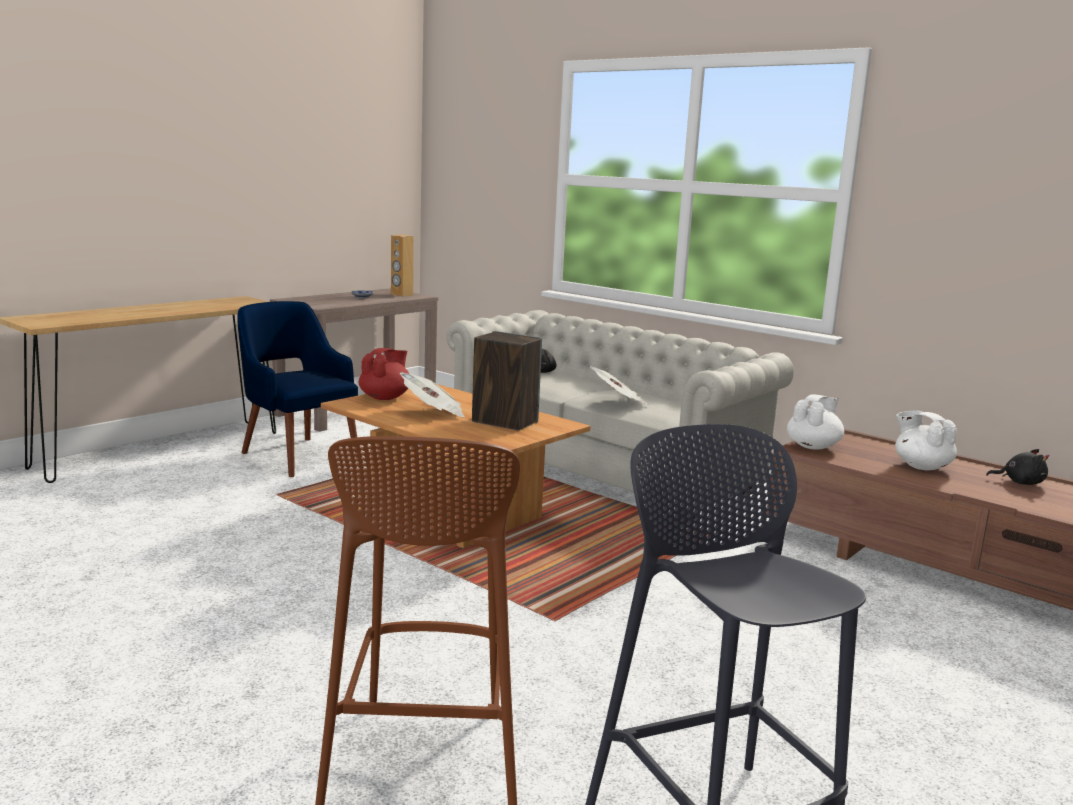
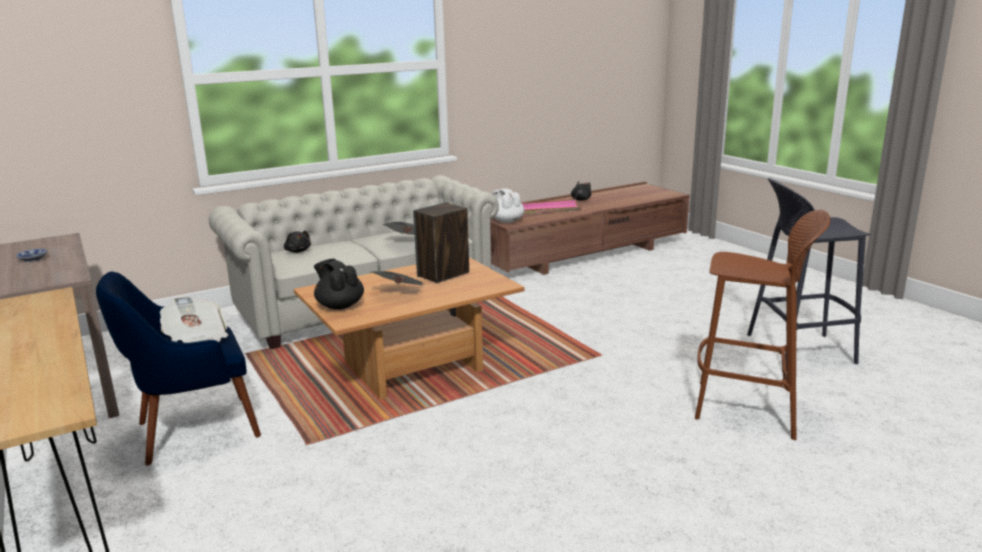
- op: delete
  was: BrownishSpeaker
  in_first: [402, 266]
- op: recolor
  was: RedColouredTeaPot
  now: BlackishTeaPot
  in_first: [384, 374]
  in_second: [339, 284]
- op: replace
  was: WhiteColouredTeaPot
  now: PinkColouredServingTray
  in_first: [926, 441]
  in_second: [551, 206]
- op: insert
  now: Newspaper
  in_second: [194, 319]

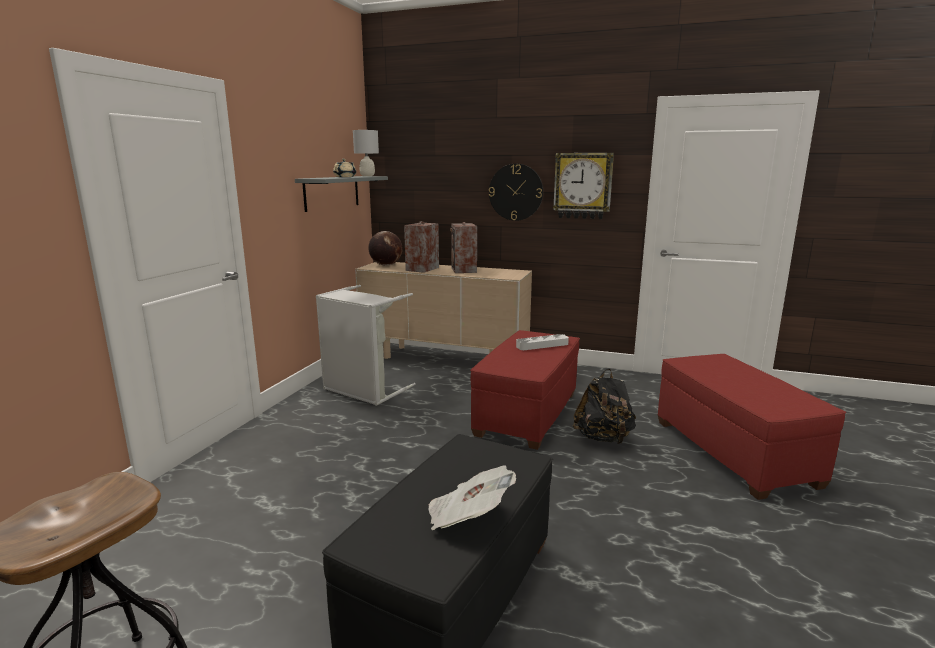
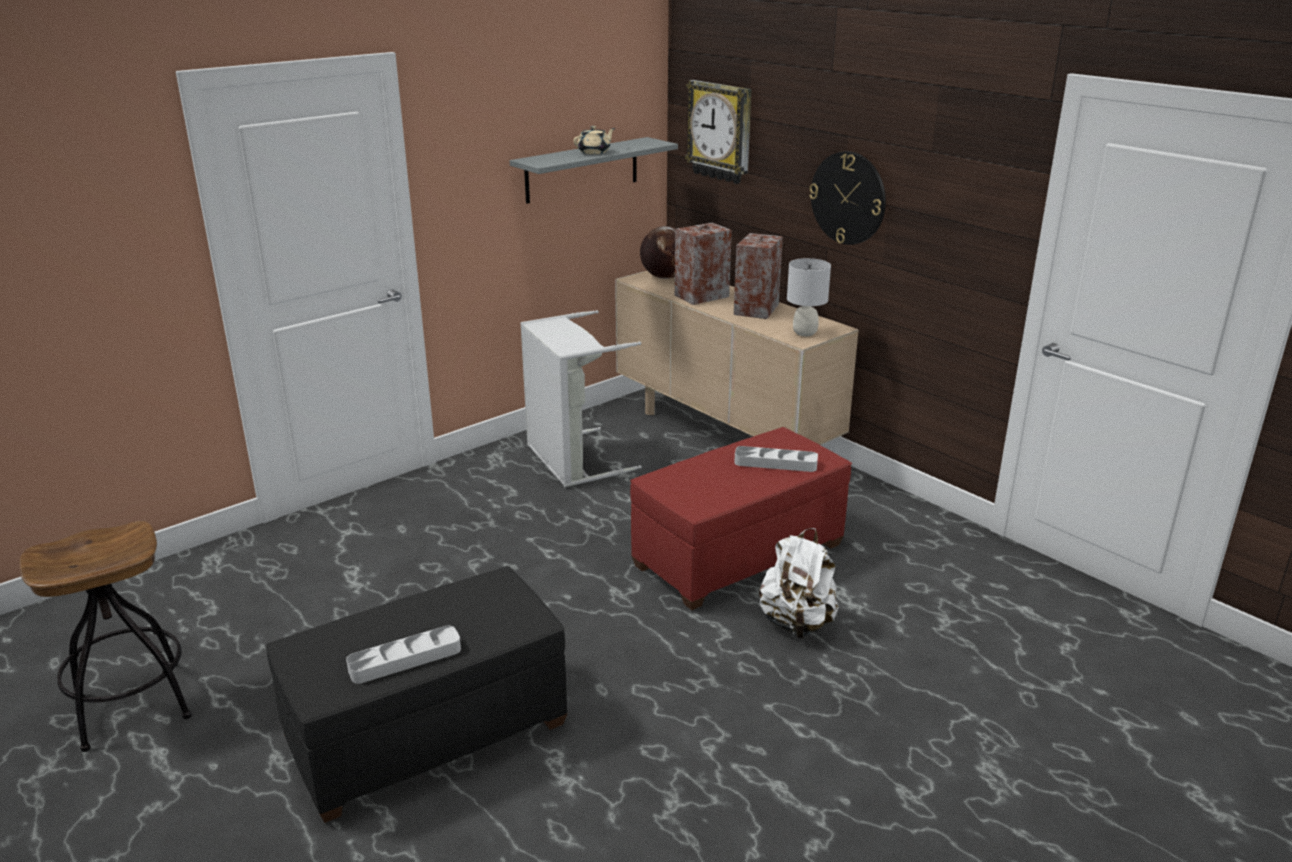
- op: move
  was: GrayLampForATable
  in_first: [366, 153]
  in_second: [809, 297]
- op: move
  was: ClockOnTheWall
  in_first: [583, 186]
  in_second: [718, 132]
- op: delete
  was: RedColouredPouffe
  in_first: [752, 427]
- op: recolor
  was: BlackishRucksack
  now: WhiteColouredRucksack
  in_first: [604, 406]
  in_second: [799, 583]
- op: replace
  was: Newspaper
  now: GrayServingTray
  in_first: [472, 498]
  in_second: [403, 655]

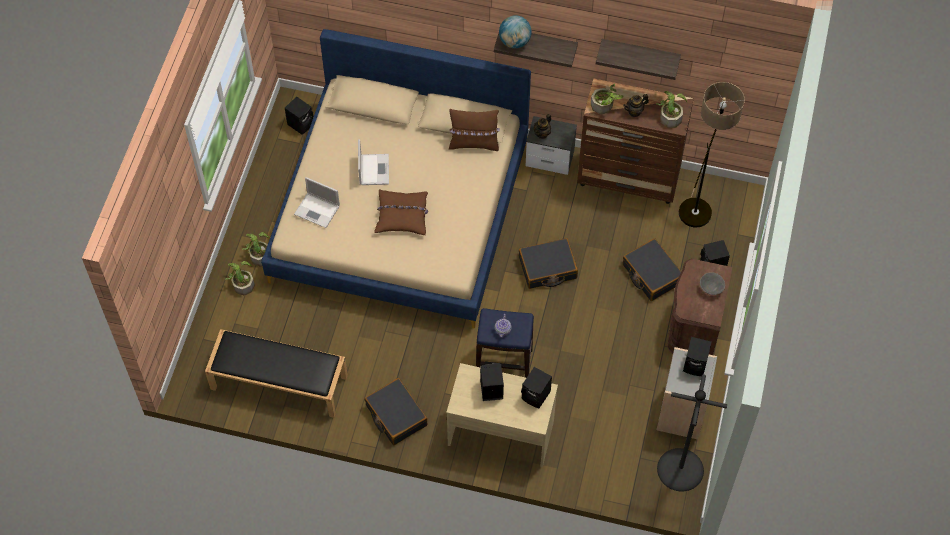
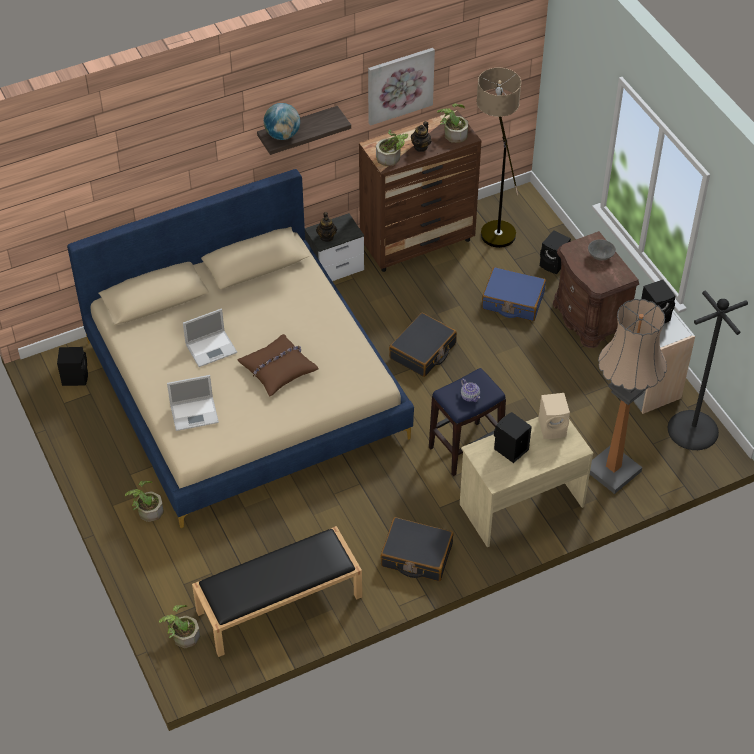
- op: replace
  was: Shelf
  now: WallPicture
  in_first: [638, 59]
  in_second: [401, 87]
- op: delete
  was: BrownishCushion
  in_first: [474, 130]
- op: rotate
  was: Laptop
  in_first: [373, 162]
  in_second: [210, 338]
  clockwise: 105
- op: recolor
  was: BlackishPieceOfLuggage
  now: BlueColouredPieceOfLuggage
  in_first: [652, 269]
  in_second: [514, 294]
- op: move
  was: Houseplant
  in_first: [240, 278]
  in_second: [179, 626]
- op: recolor
  was: BlackishSpeaker
  now: BeigeSpeaker
  in_first: [536, 387]
  in_second: [554, 416]
- op: insert
  now: StandardLamp
  in_second: [628, 396]

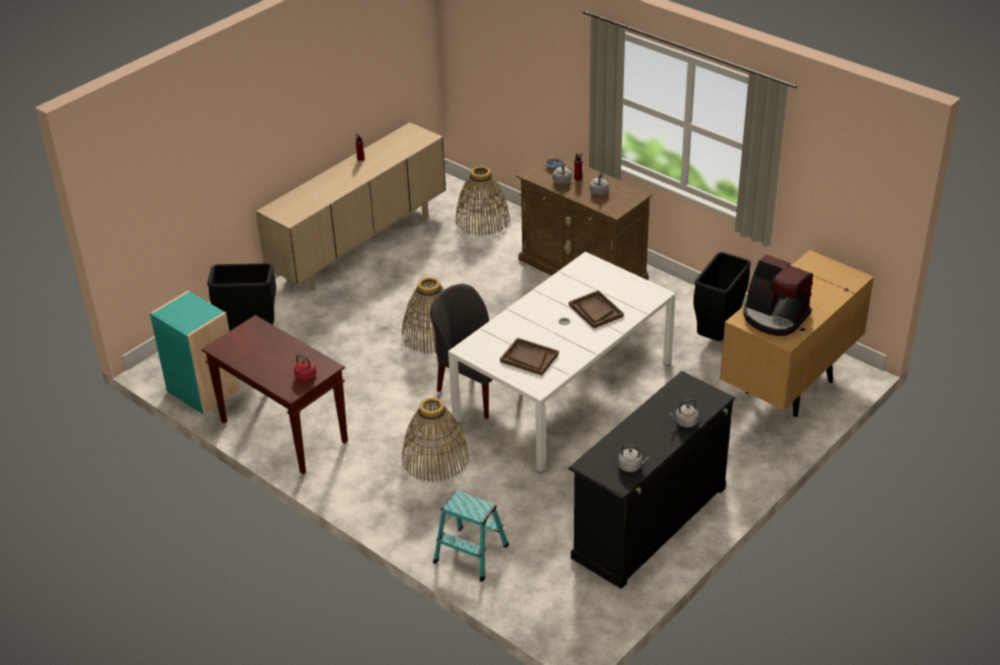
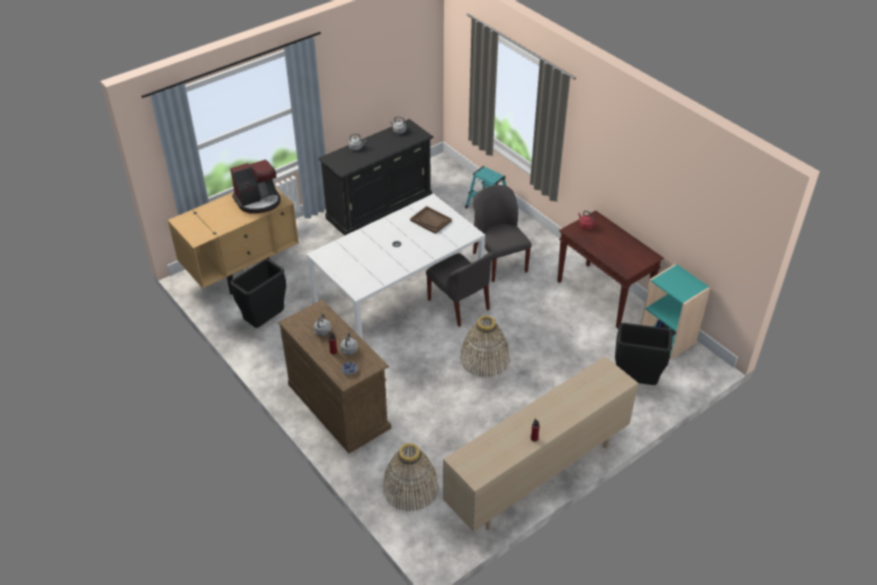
- op: rotate
  was: CoffeeMachine
  in_first: [778, 295]
  in_second: [255, 186]
  clockwise: 105
- op: delete
  was: BrownishServingTray
  in_first: [596, 309]
- op: replace
  was: StorageBasket
  now: GrayUprightChair
  in_first: [435, 440]
  in_second: [502, 233]

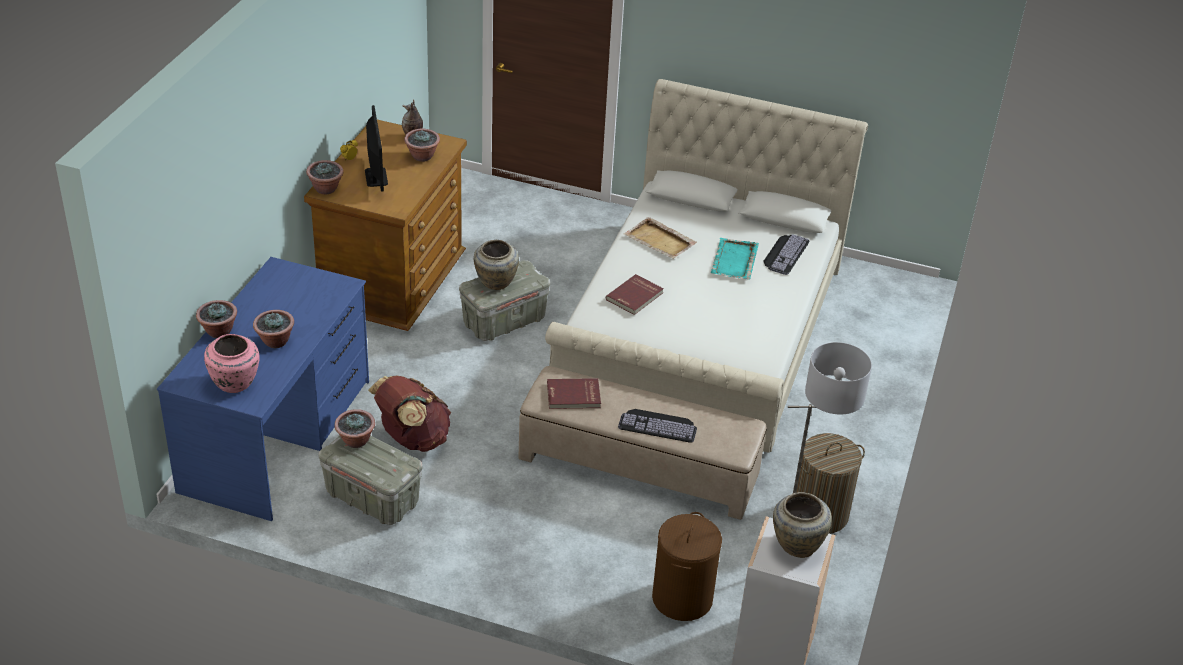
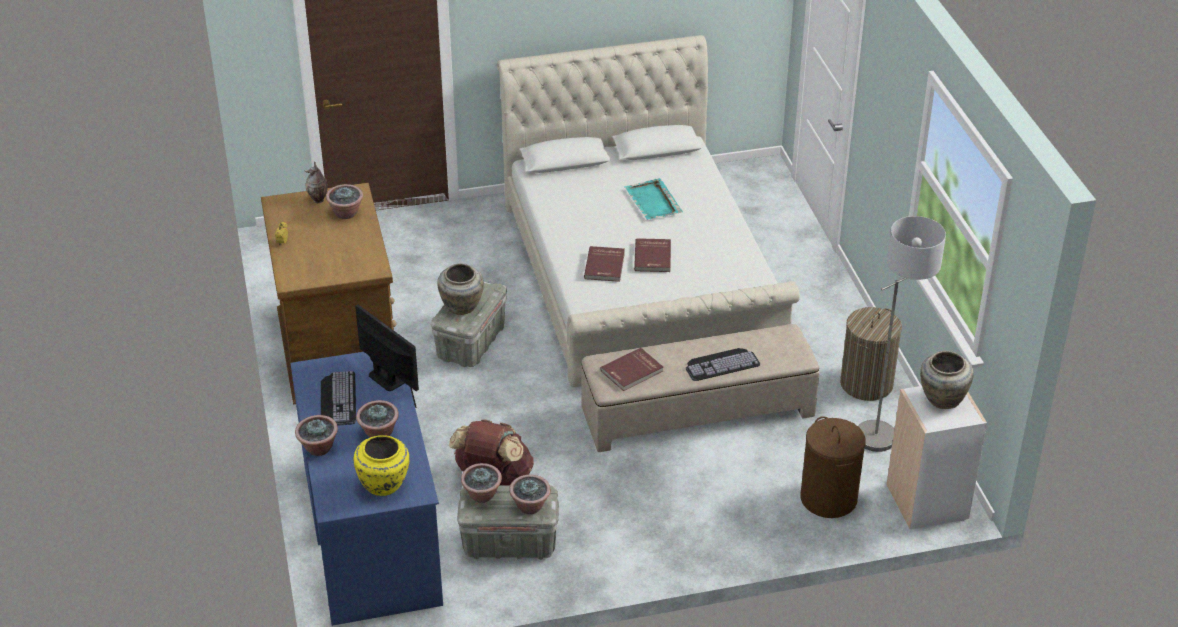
- op: move
  was: ComputerDisplay
  in_first: [376, 148]
  in_second: [387, 347]
- op: move
  was: Houseplant
  in_first: [325, 177]
  in_second: [530, 494]
- op: delete
  was: BeigeServingTray
  in_first: [660, 238]
- op: move
  was: ComputerKeyboard
  in_first: [786, 254]
  in_second: [338, 398]
- op: recolor
  was: PinkColouredFlowerVase
  now: YellowishFlowerVase
  in_first: [232, 363]
  in_second: [382, 465]
- op: insert
  now: RedColouredVolume
  in_second: [652, 255]

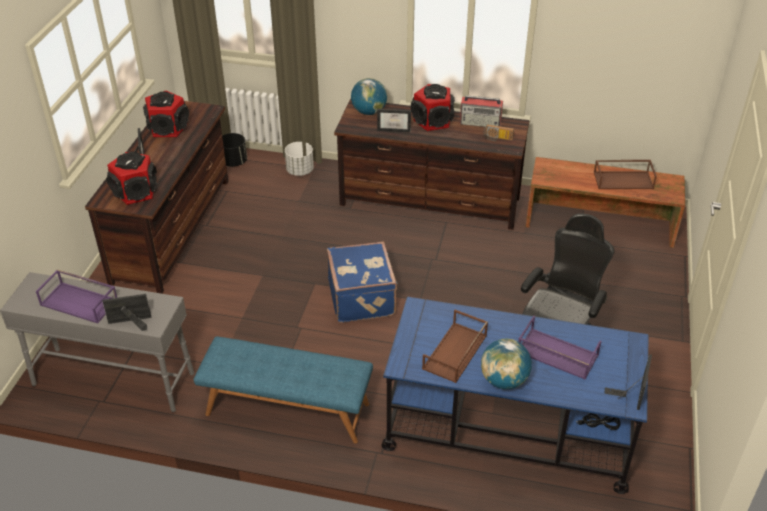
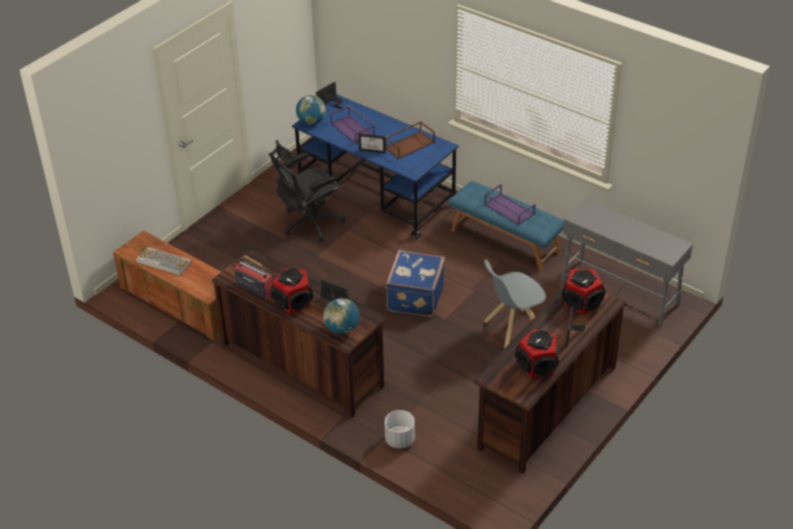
- op: delete
  was: BlackishPlantPot
  in_first: [234, 150]
- op: replace
  was: BrownishServingTray
  now: ComputerKeyboard
  in_first: [625, 174]
  in_second: [164, 261]
- op: move
  was: PurpleServingTray
  in_first: [76, 296]
  in_second: [509, 204]
- op: move
  was: StandingFrame
  in_first: [126, 312]
  in_second: [372, 143]
- op: move
  was: WorldGlobe
  in_first: [506, 364]
  in_second: [311, 110]
- op: insert
  now: GrayUprightChair
  in_second: [515, 303]

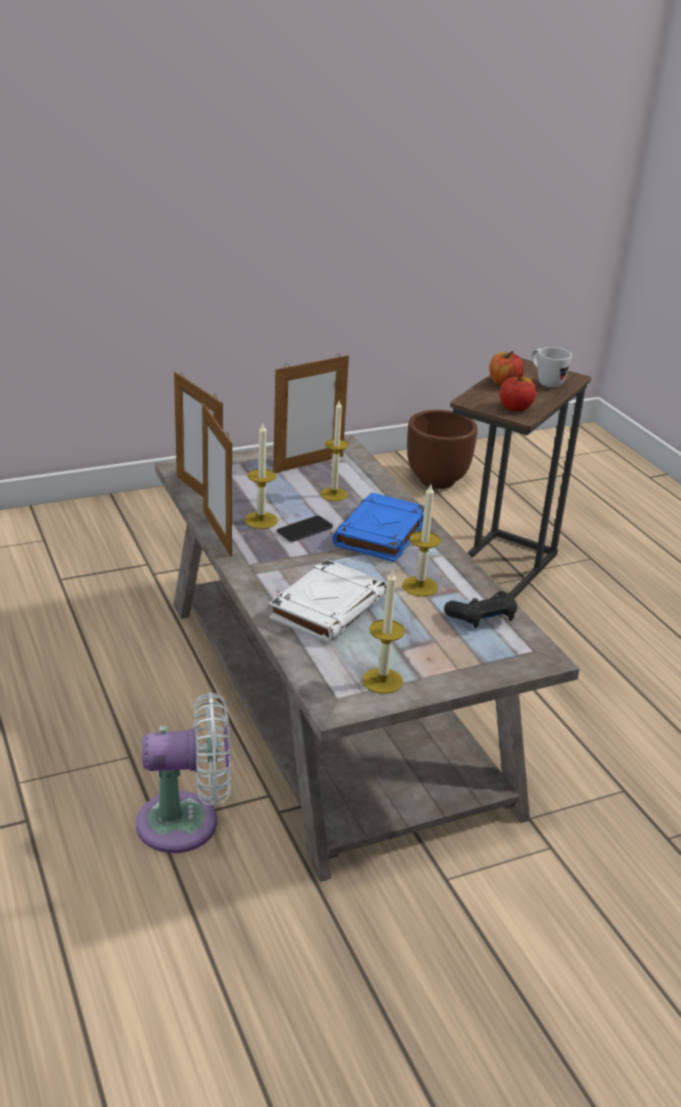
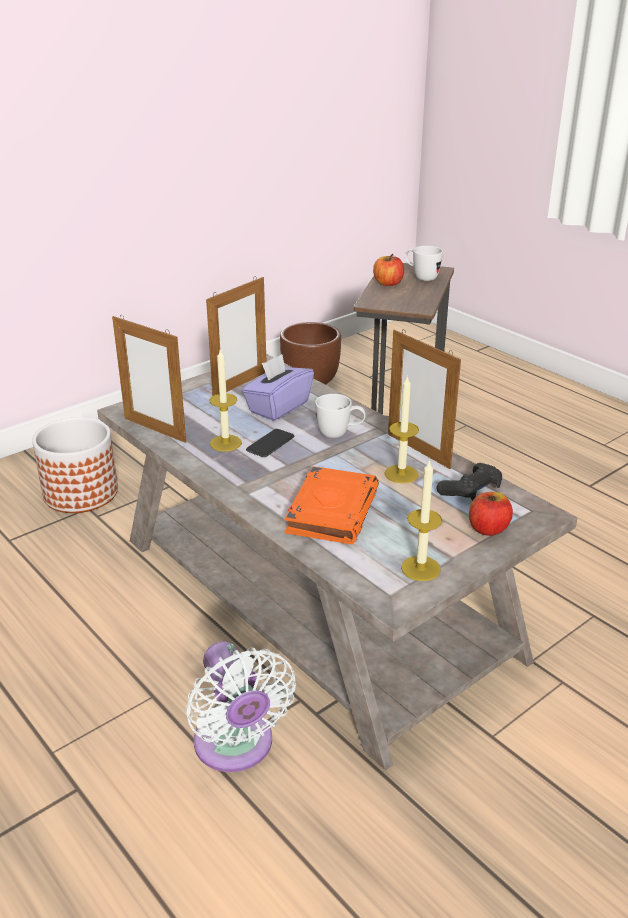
- op: move
  was: WholeApple
  in_first: [518, 394]
  in_second: [491, 514]
- op: replace
  was: WaxCandle
  now: PurpleTissueBox
  in_first: [334, 451]
  in_second: [278, 387]
- op: move
  was: StandingFrame
  in_first: [217, 480]
  in_second: [424, 399]
- op: replace
  was: BlueColouredVolume
  now: WhiteColouredMug
  in_first: [378, 527]
  in_second: [340, 416]
- op: recolor
  was: WhiteColouredVolume
  now: OrangeColouredVolume
  in_first: [327, 601]
  in_second: [332, 505]
- op: rotate
  was: WhiteColouredFan
  in_first: [183, 772]
  in_second: [240, 706]
  clockwise: 90
- op: insert
  now: PlantPot
  in_second: [75, 465]

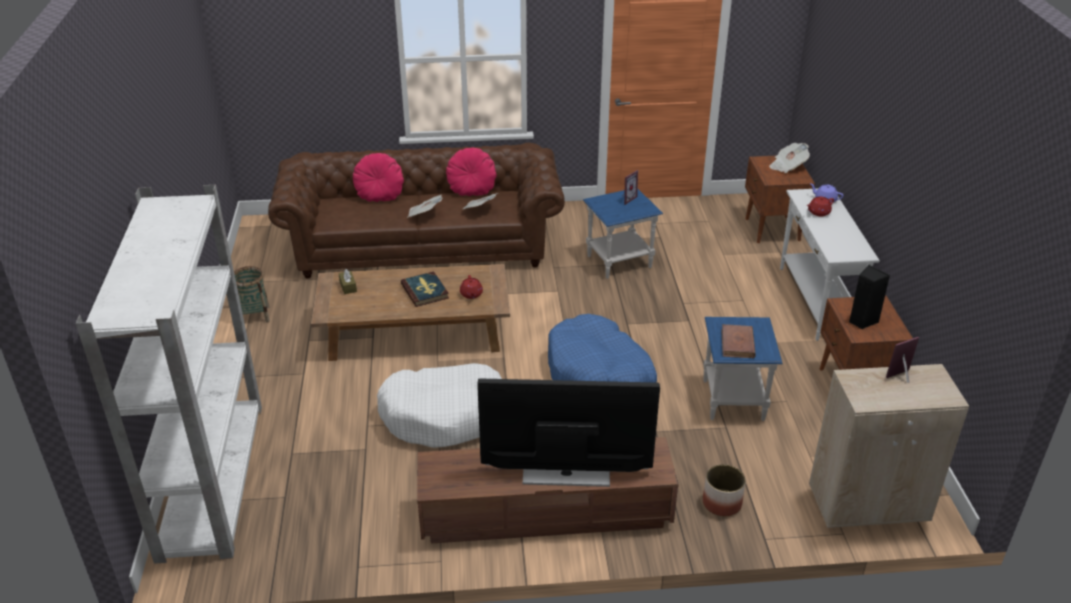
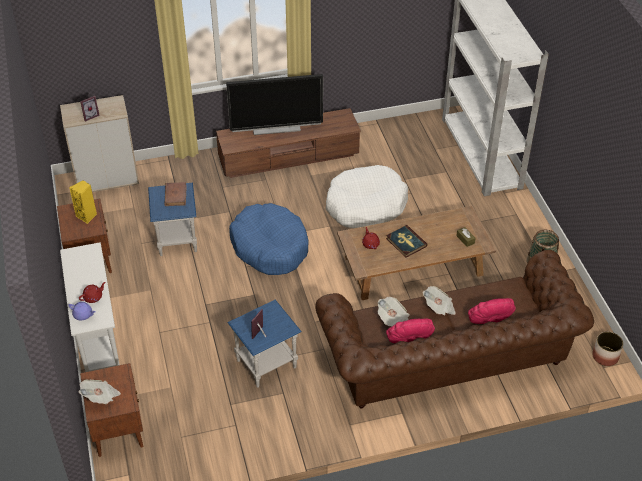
- op: recolor
  was: BlackishSpeaker
  now: YellowishSpeaker
  in_first: [869, 297]
  in_second: [83, 202]
- op: move
  was: PlantPot
  in_first: [724, 490]
  in_second: [607, 349]

